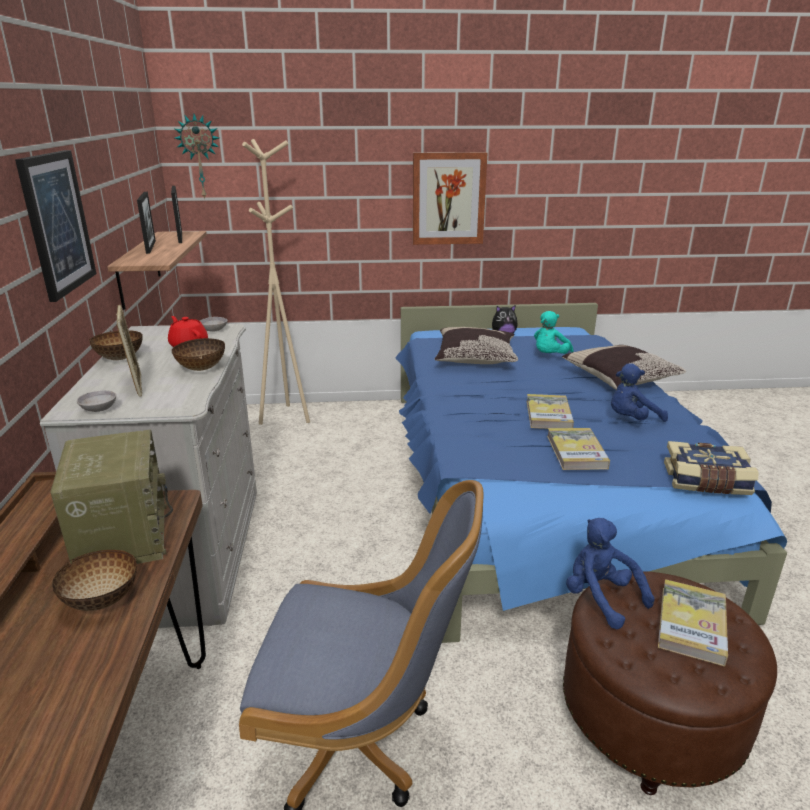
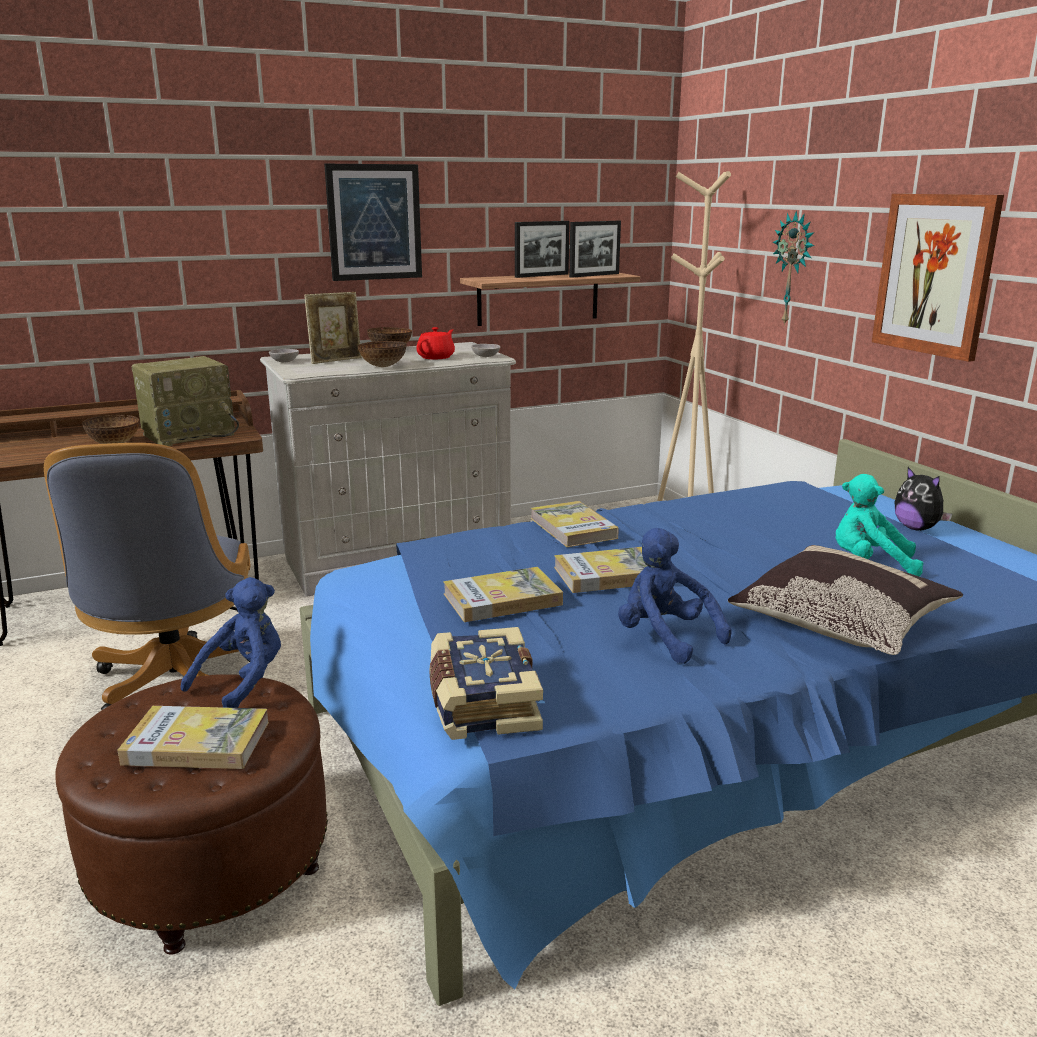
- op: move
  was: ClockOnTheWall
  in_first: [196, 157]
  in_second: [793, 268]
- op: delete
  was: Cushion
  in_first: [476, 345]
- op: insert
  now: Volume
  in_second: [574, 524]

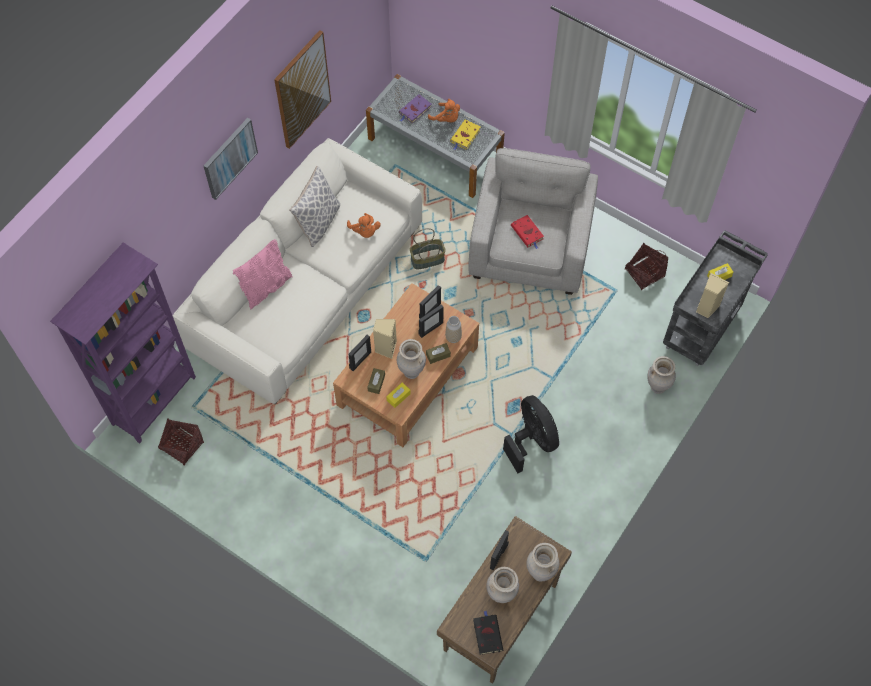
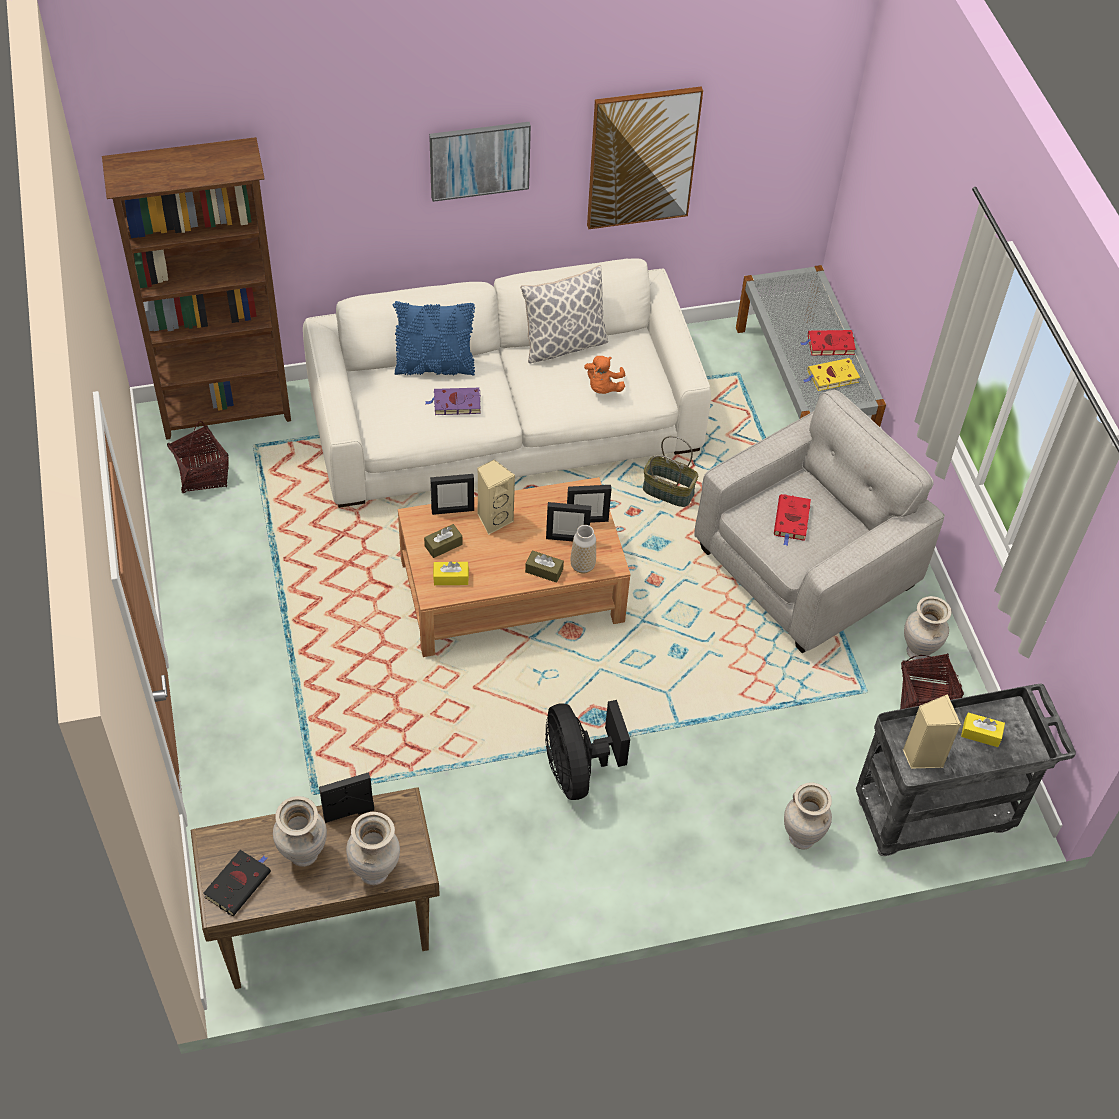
- op: move
  was: PurpleVolume
  in_first: [415, 108]
  in_second: [453, 401]
- op: replace
  was: OrangeColouredCuddlyToy
  now: RedColouredVolume
  in_first: [444, 111]
  in_second: [828, 343]
- op: recolor
  was: PinkColouredCushion
  now: BlueColouredCushion
  in_first: [263, 274]
  in_second: [434, 338]
- op: recolor
  was: PurpleBookshelf
  now: BrownishBookshelf
  in_first: [123, 343]
  in_second: [196, 288]
- op: move
  was: BeigeFlowerVase
  in_first: [411, 359]
  in_second: [928, 628]
- op: rotate
  was: BlackishFan
  in_first: [531, 434]
  in_second: [587, 750]
  clockwise: 150

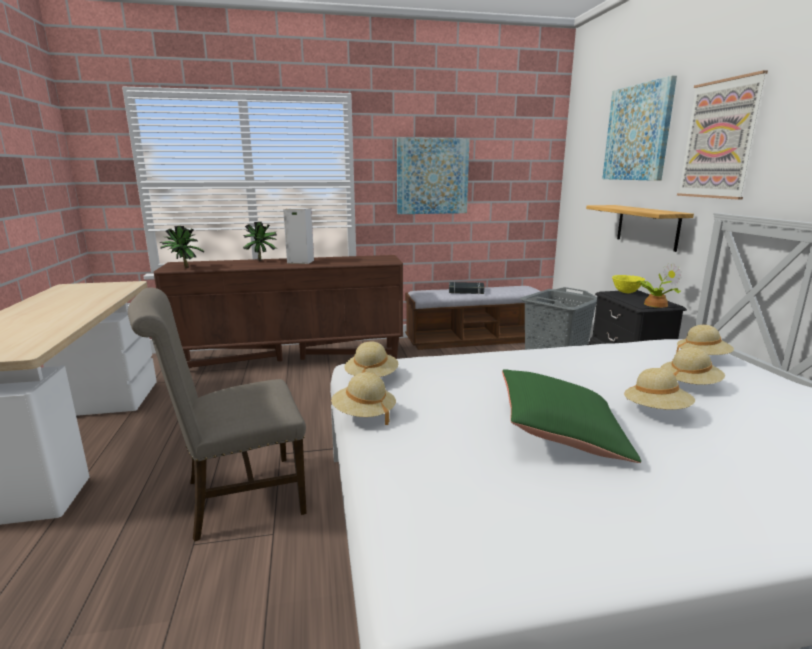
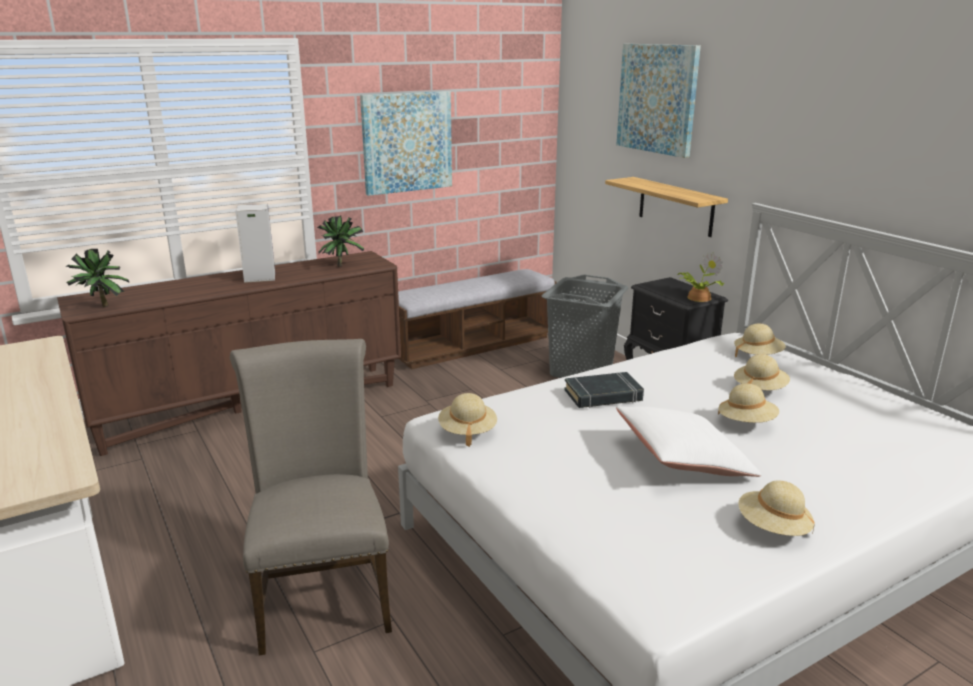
- op: delete
  was: WallPicture
  in_first: [722, 135]
- op: move
  was: Houseplant
  in_first: [260, 241]
  in_second: [340, 241]
- op: delete
  was: YellowishBowl
  in_first: [628, 284]
- op: move
  was: BlackishVolume
  in_first: [467, 288]
  in_second: [604, 390]
- op: rotate
  was: BeigeUprightChair
  in_first: [217, 415]
  in_second: [311, 497]
  clockwise: 120
- op: recolor
  was: GreenishCushion
  now: WhiteColouredCushion
  in_first: [571, 416]
  in_second: [689, 441]
- op: move
  was: BeigeHat
  in_first: [363, 398]
  in_second: [776, 508]

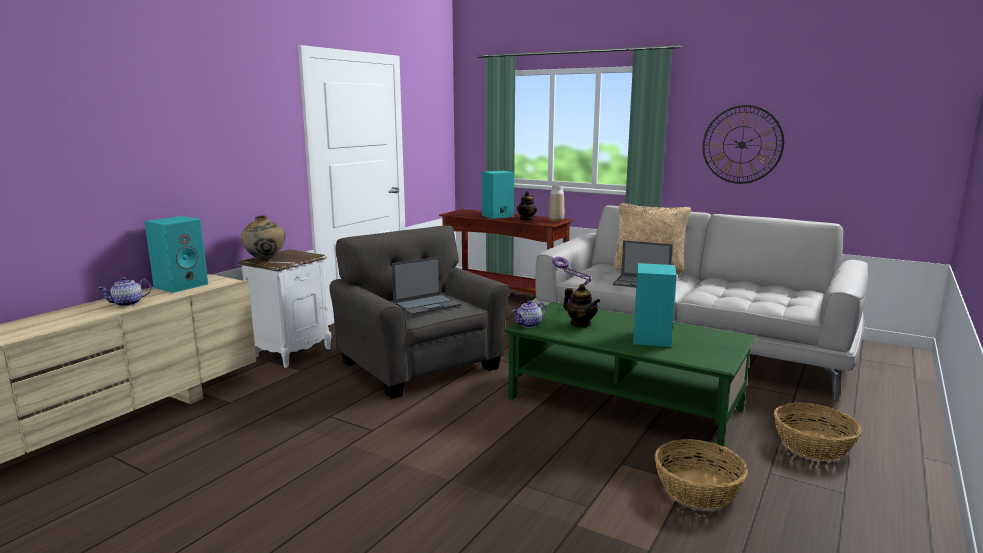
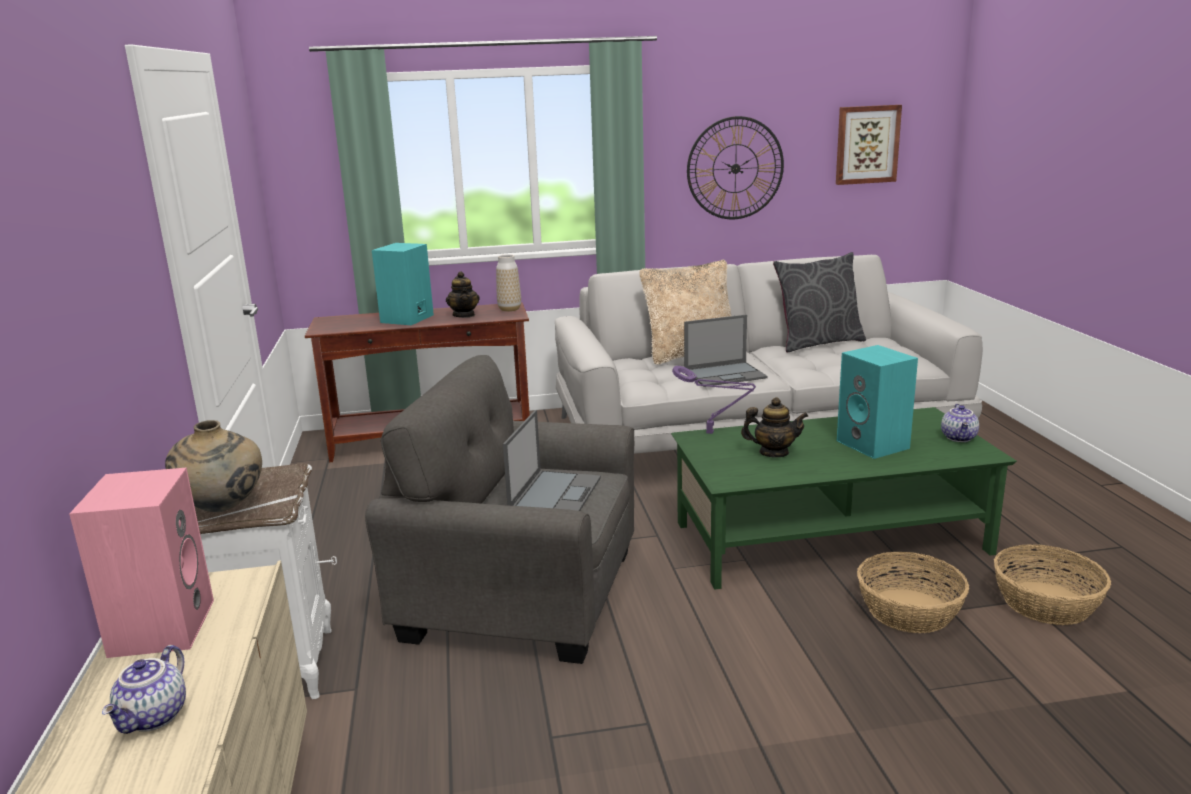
- op: recolor
  was: BlueGreenSpeaker
  now: PinkColouredSpeaker
  in_first: [176, 254]
  in_second: [141, 563]
- op: move
  was: TeaPot
  in_first: [529, 314]
  in_second: [960, 423]
- op: move
  was: StorageBasket
  in_first: [817, 431]
  in_second: [913, 592]
- op: insert
  now: WallPicture
  in_second: [869, 145]
- op: insert
  now: GrayCushion
  in_second: [819, 302]

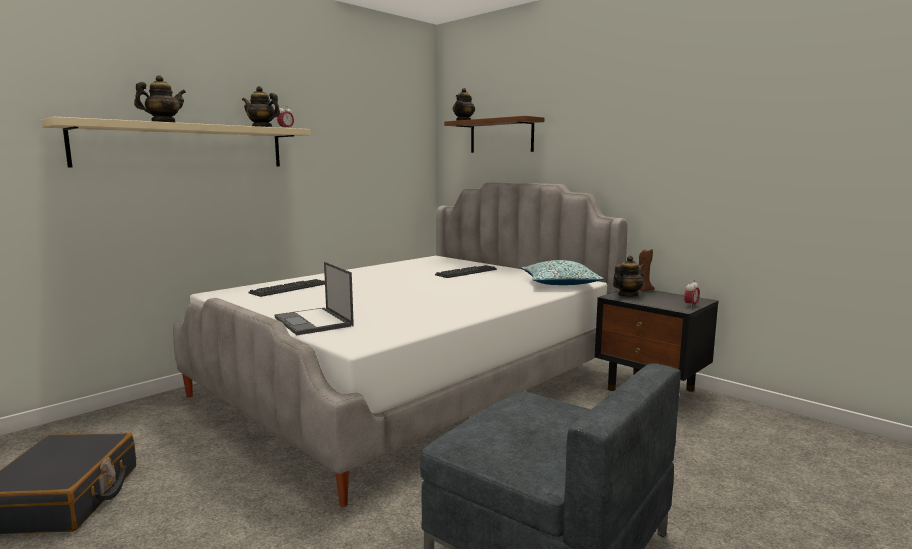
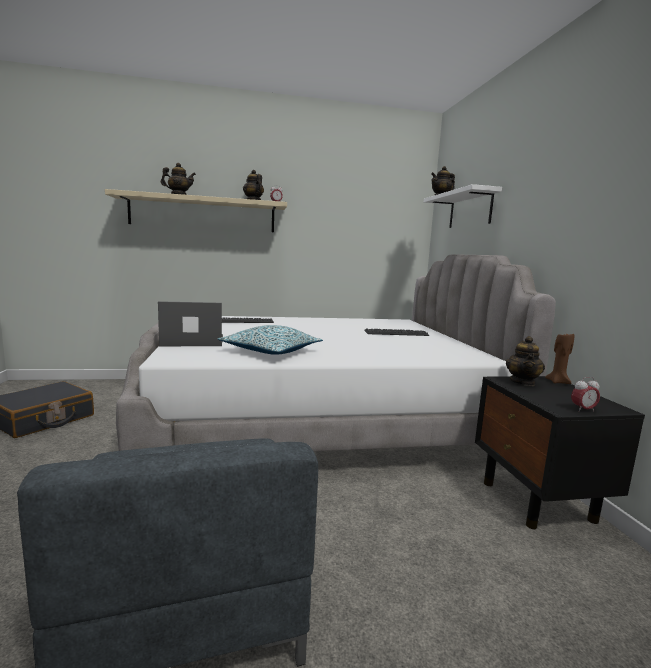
- op: recolor
  was: BrownishShelf
  now: WhiteColouredShelf
  in_first: [494, 134]
  in_second: [463, 206]
- op: rotate
  was: TeaPot
  in_first: [629, 276]
  in_second: [525, 361]
  clockwise: 105
- op: move
  was: Cushion
  in_first: [562, 272]
  in_second: [270, 340]
- op: rotate
  was: Laptop
  in_first: [314, 298]
  in_second: [190, 323]
  clockwise: 75

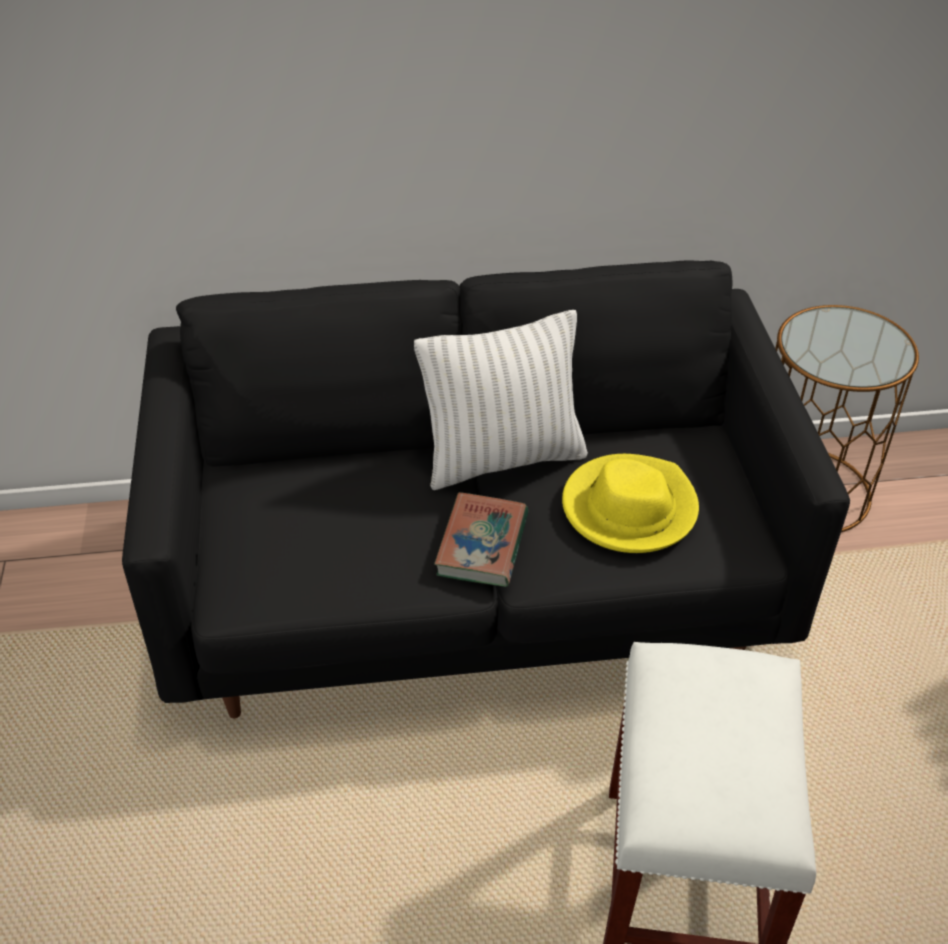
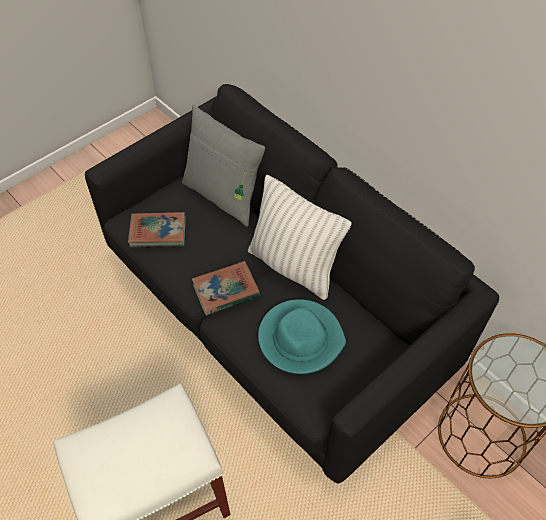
- op: recolor
  was: YellowishHat
  now: BlueGreenHat
  in_first: [630, 503]
  in_second: [302, 336]
- op: insert
  now: GrayCushion
  in_second: [223, 166]
- op: insert
  now: Volume
  in_second: [157, 229]

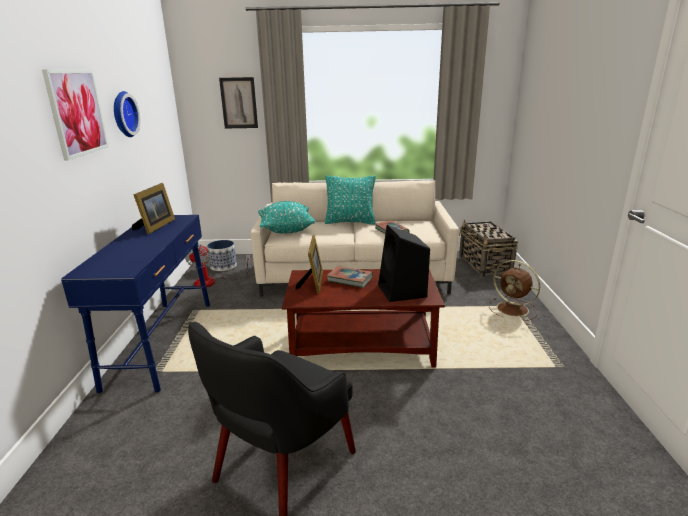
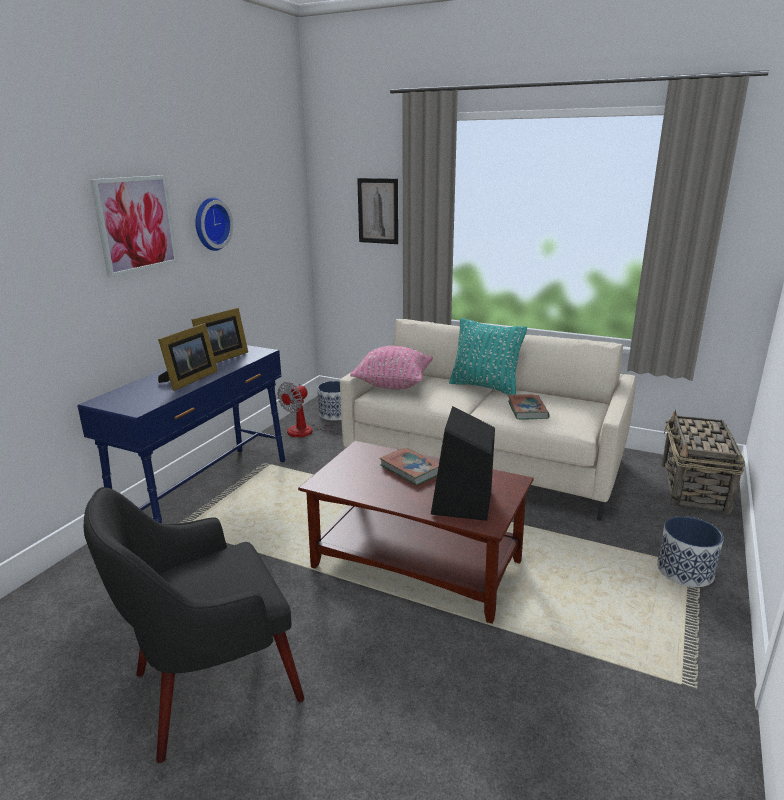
- op: recolor
  was: BlueGreenCushion
  now: PinkColouredCushion
  in_first: [287, 217]
  in_second: [391, 367]
- op: move
  was: StandingFrame
  in_first: [309, 264]
  in_second: [188, 357]
- op: replace
  was: BrownishFan
  now: PlantPot
  in_first: [514, 290]
  in_second: [690, 551]

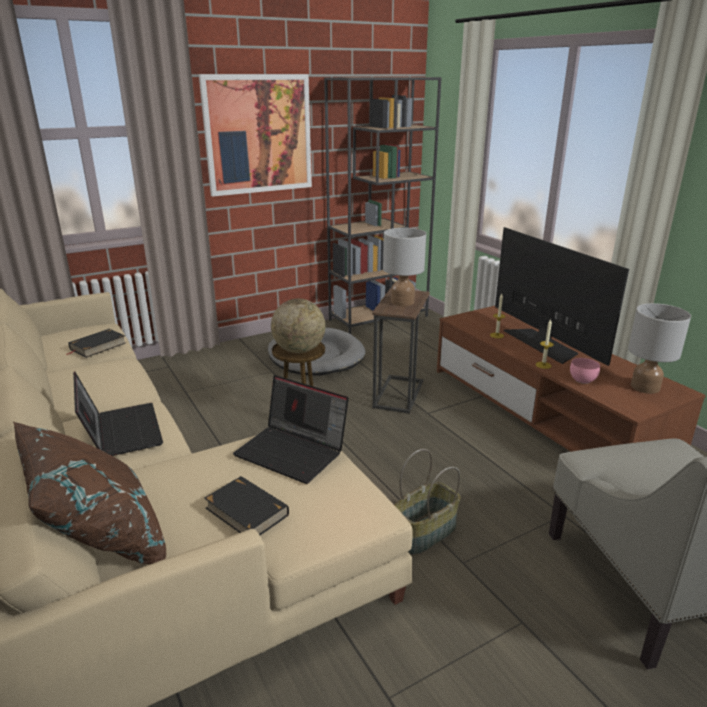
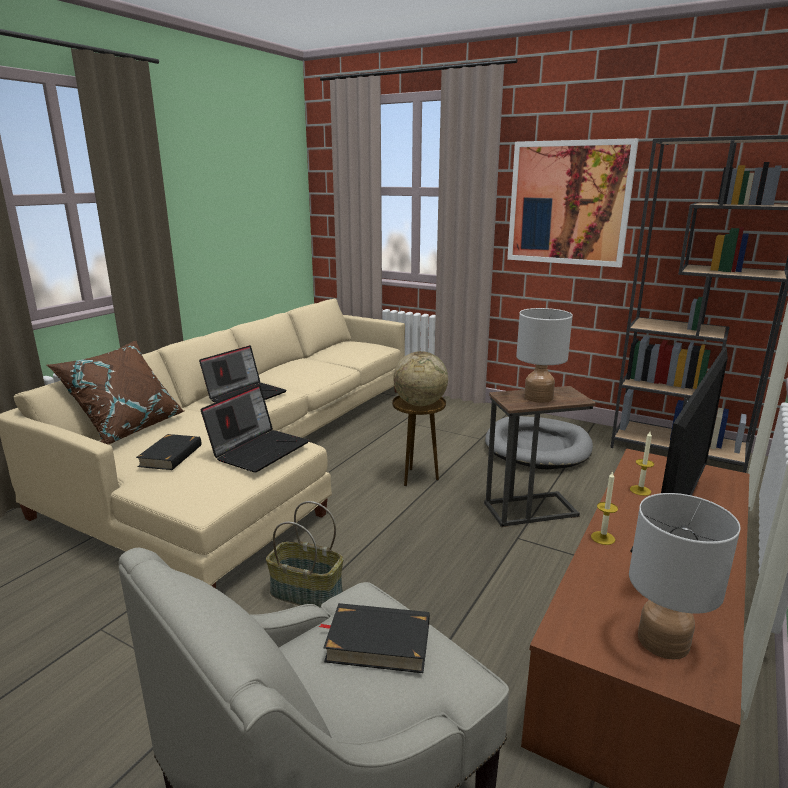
- op: move
  was: BlackishVolume
  in_first: [96, 343]
  in_second: [373, 638]
- op: delete
  was: PinkColouredBowl
  in_first: [585, 371]
- op: rotate
  was: Laptop
  in_first: [291, 429]
  in_second: [255, 429]
  clockwise: -150

